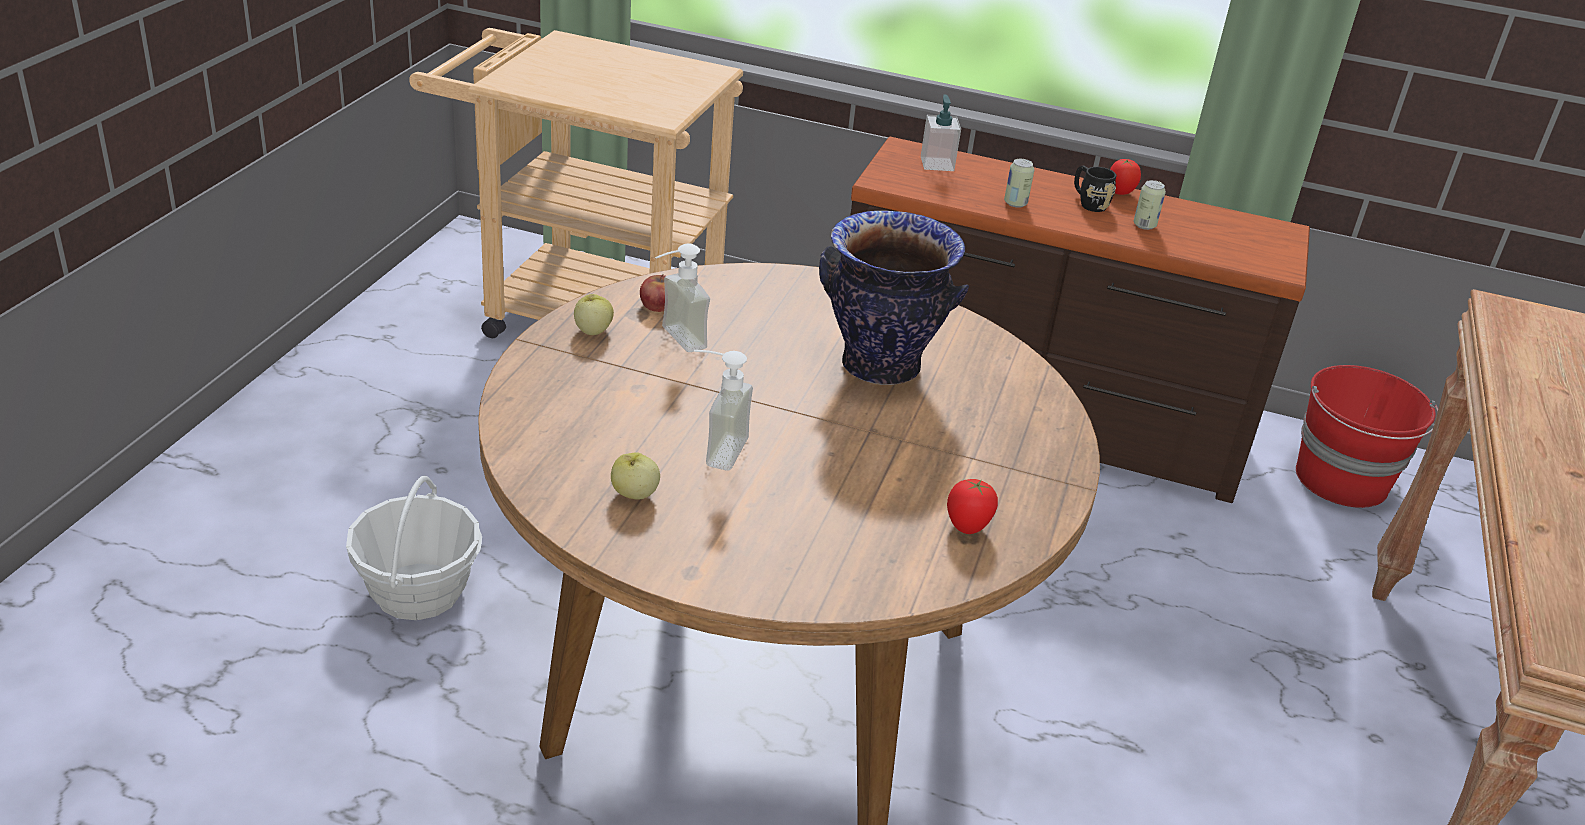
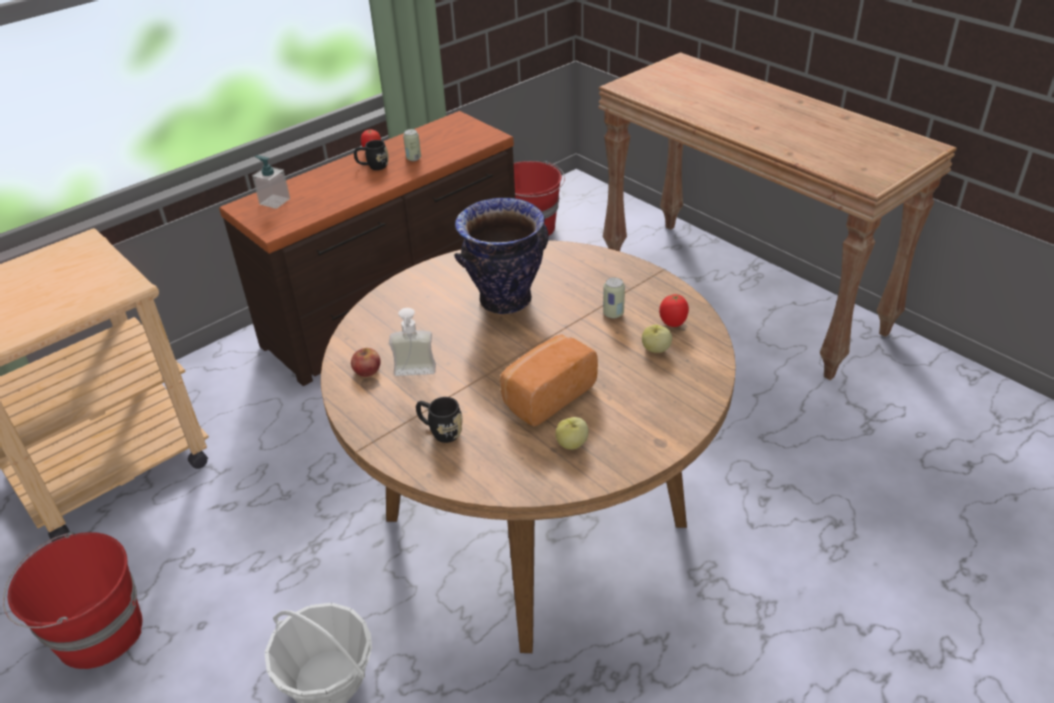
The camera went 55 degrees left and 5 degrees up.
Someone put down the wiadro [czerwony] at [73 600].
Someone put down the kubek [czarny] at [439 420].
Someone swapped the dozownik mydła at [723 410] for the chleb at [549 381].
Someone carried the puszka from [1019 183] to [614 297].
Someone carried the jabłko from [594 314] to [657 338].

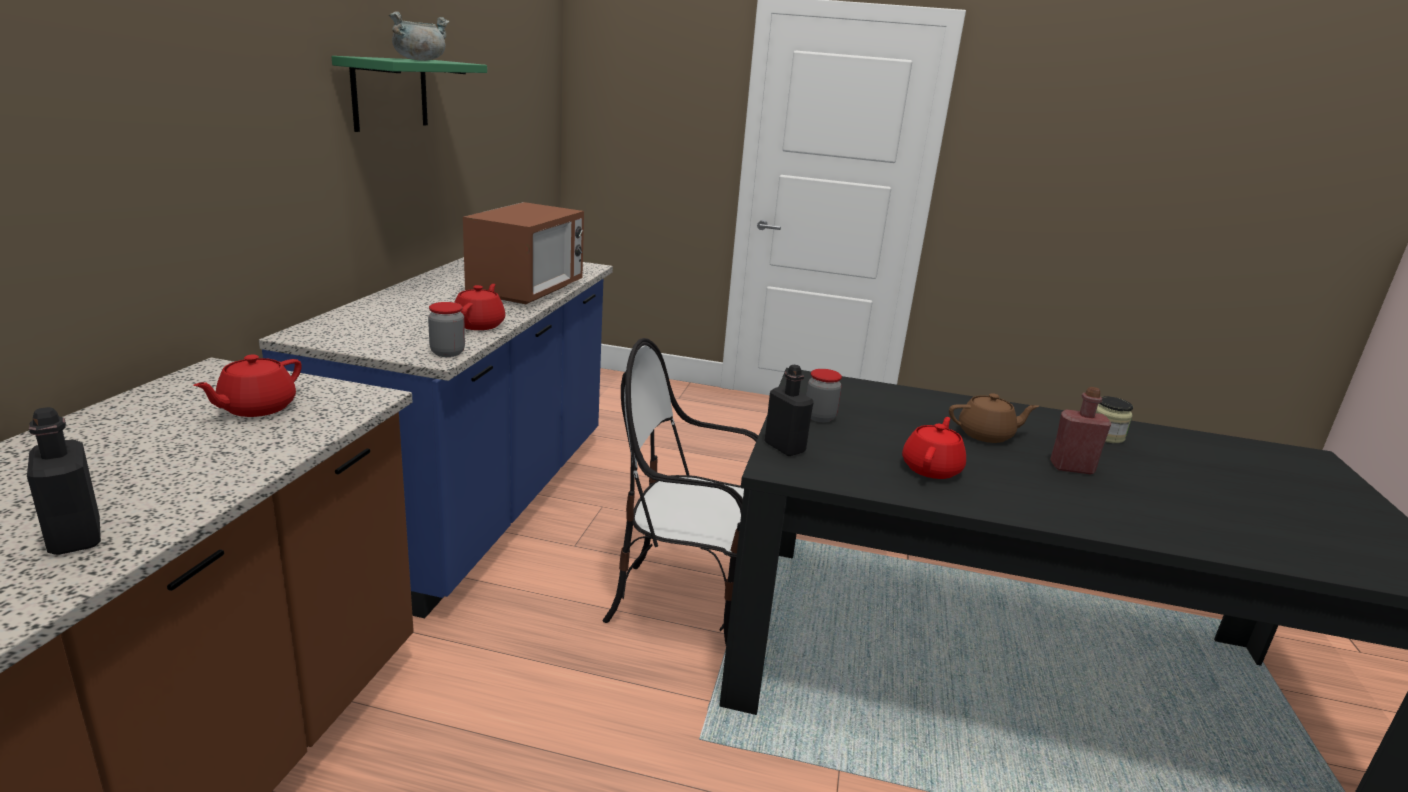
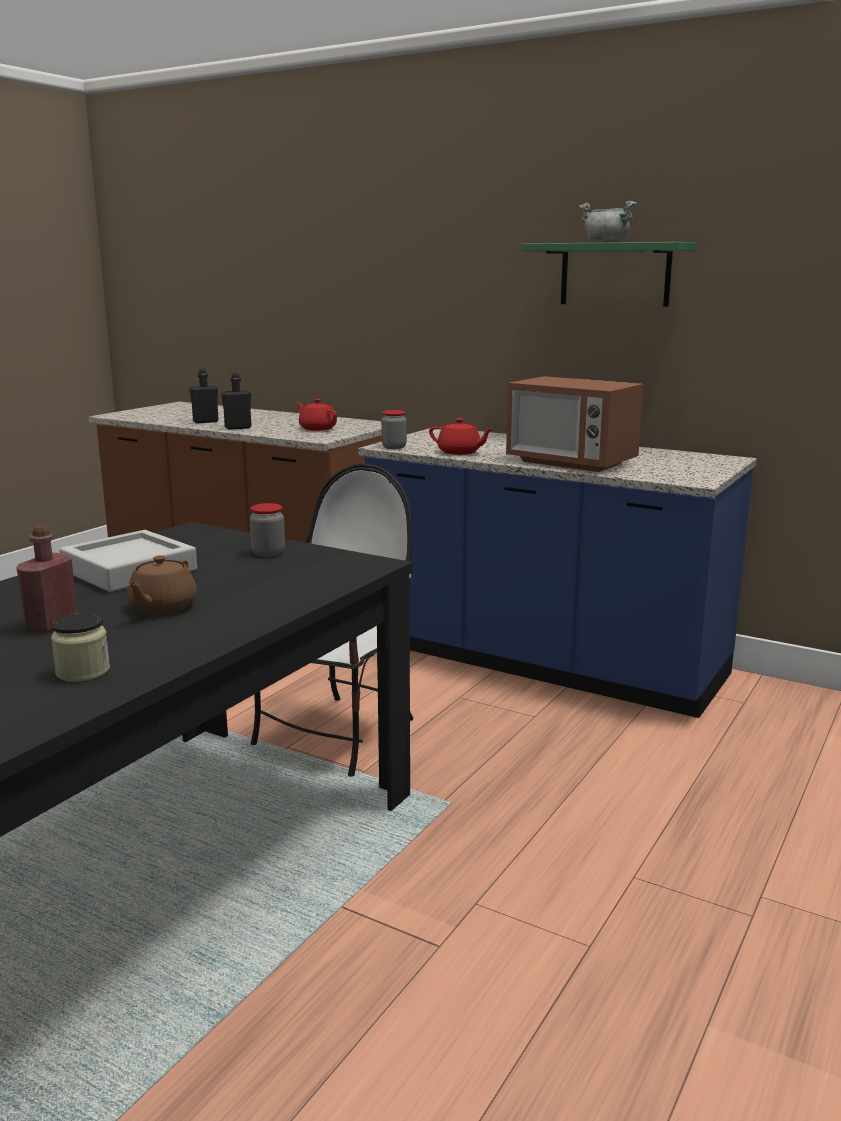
The camera went 110 degrees right and 5 degrees down.
Someone swapped the imbryk [czerwony] at [934 448] for the taca [szary] at [128 561].
Someone carried the butelka [czarny] from [789 410] to [236 401].

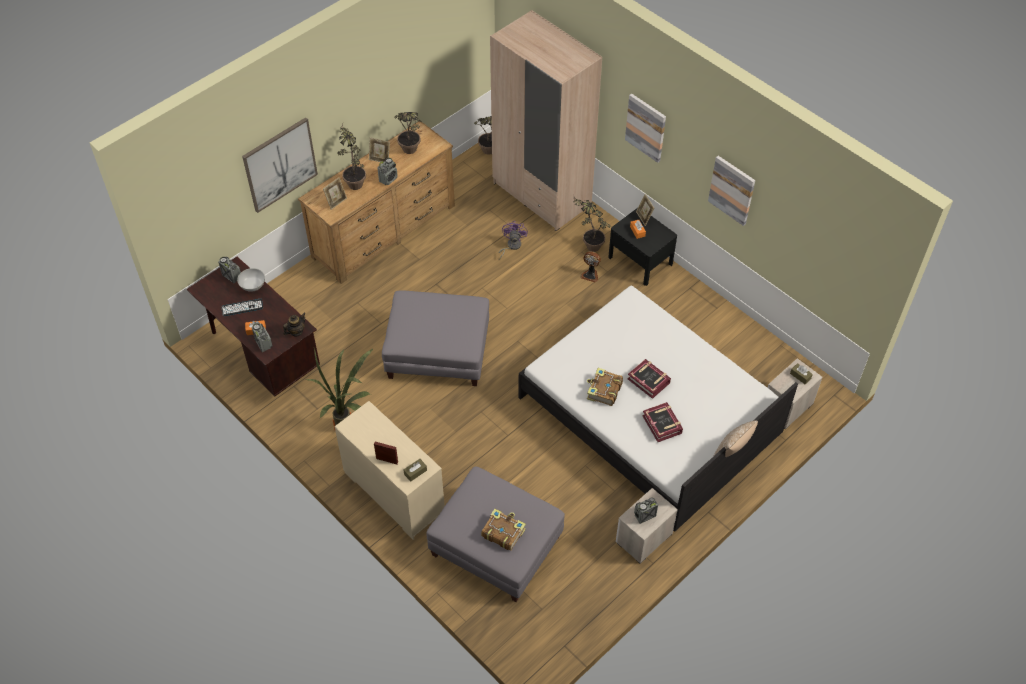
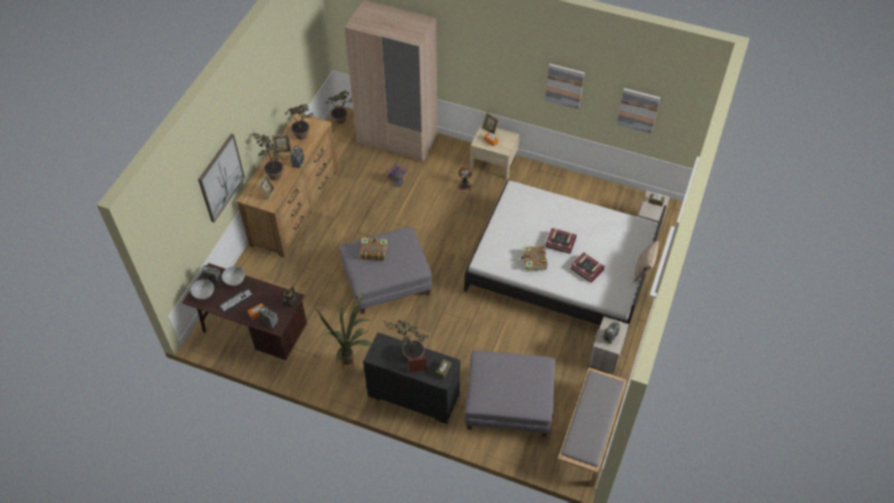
The camera went 25 degrees left and 0 degrees up.
Someone put down the miska [biały] at [202 289].
Someone carried the książka from [503 530] to [374 249].
Someone repainted the komoda [beżowy] at [390 470], which became the komoda [czarny] at [412 378].
Someone carried the roślina doniczkowa from [592 222] to [406 339].
Someone repainted the szafka nocna [czarny] at [642 247], which became the szafka nocna [beżowy] at [495 151].
Someone put down the ławka [szary] at [591 427].
Someone carried the obraz from [645 128] to [638 111].

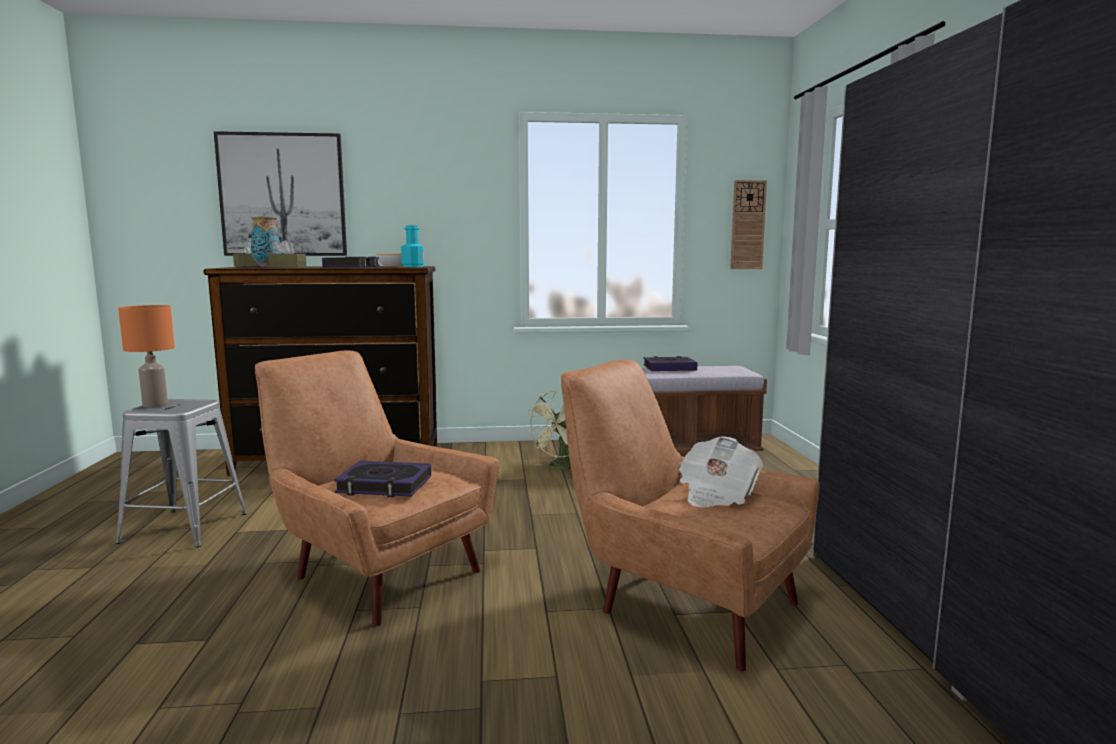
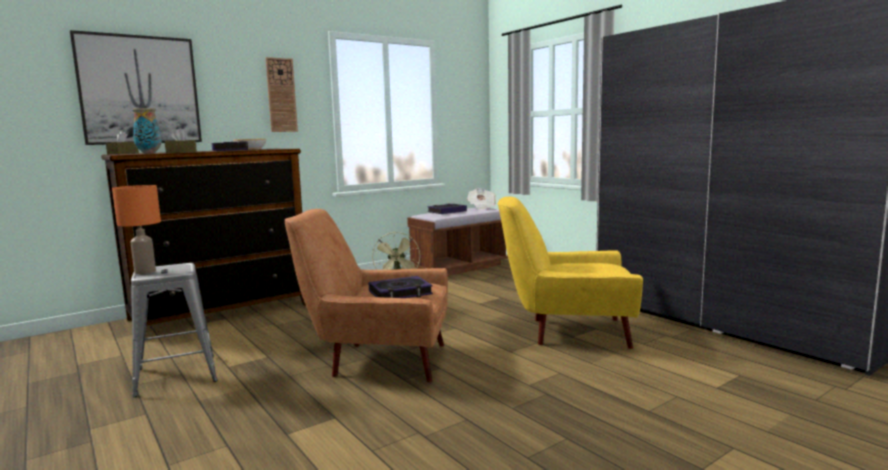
The camera went 30 degrees left and 0 degrees up.
Someone carried the zegar ścienny from [748 224] to [282 94].
Someone carried the gazeta from [721 471] to [481 199].
Someone repainted the fotel [brązowy] at [690 516], which became the fotel [żółty] at [570 273].
Someone took away the butelka [turkusowy] at [412 246].

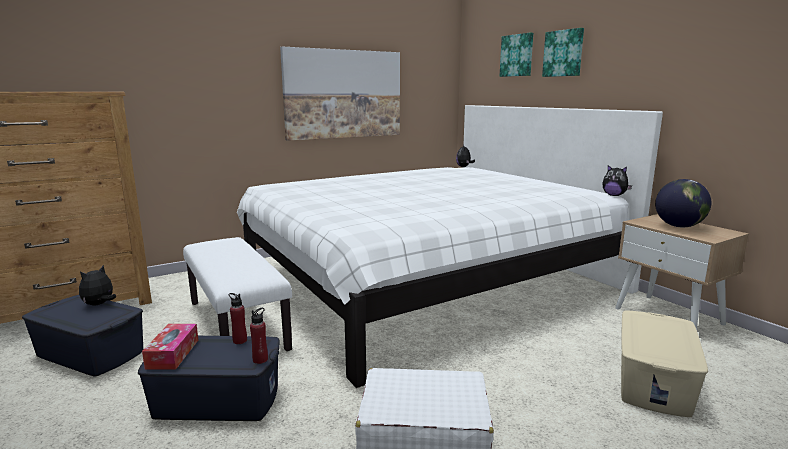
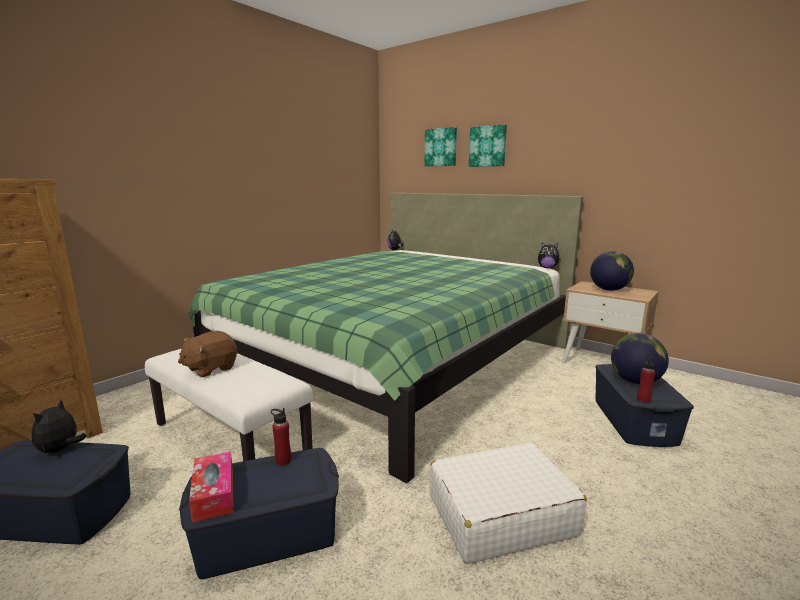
The camera went 20 degrees left and 0 degrees up.
Someone put down the pluszak [brązowy] at [207 354].
Someone repainted the łóżko [biały] at [450 246], which became the łóżko [zielony] at [386 338].
Someone repainted the pojemnik do przechowywania [beżowy] at [664 364], which became the pojemnik do przechowywania [niebieski] at [644 405].
Someone put down the globus at [640 358].
Someone carried the butelka [czerwony] from [259 336] to [646 379].
Someone took away the obraz at [340 94].

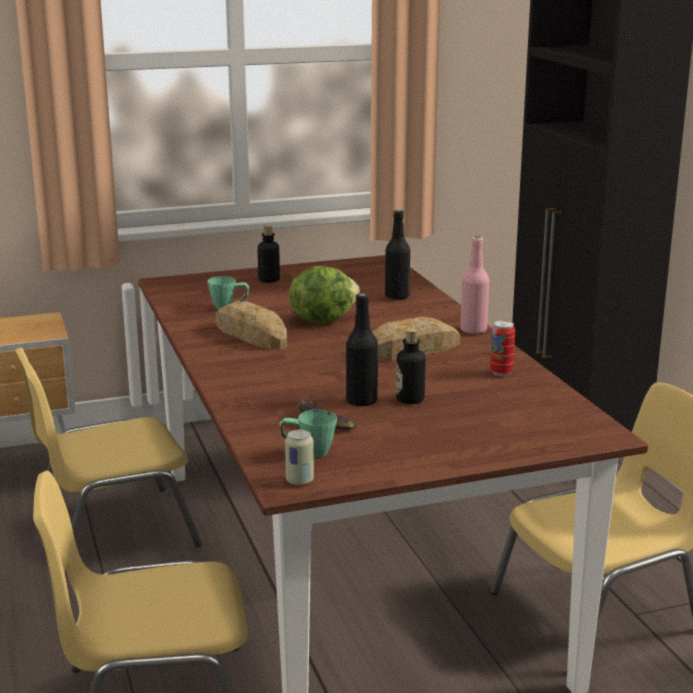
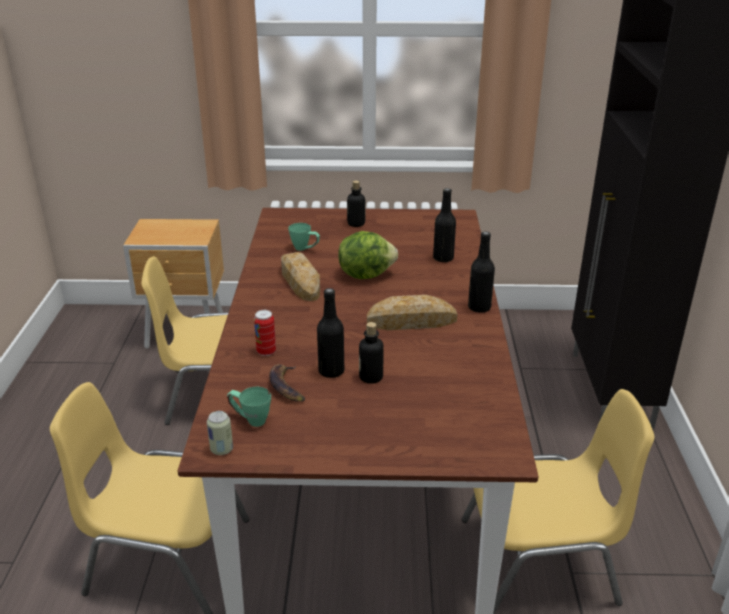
The camera went 20 degrees right and 10 degrees up.
Someone carried the puszka from [502 348] to [265 333].
Someone repainted the butelka [różowy] at [474 285], which became the butelka [czarny] at [481 272].

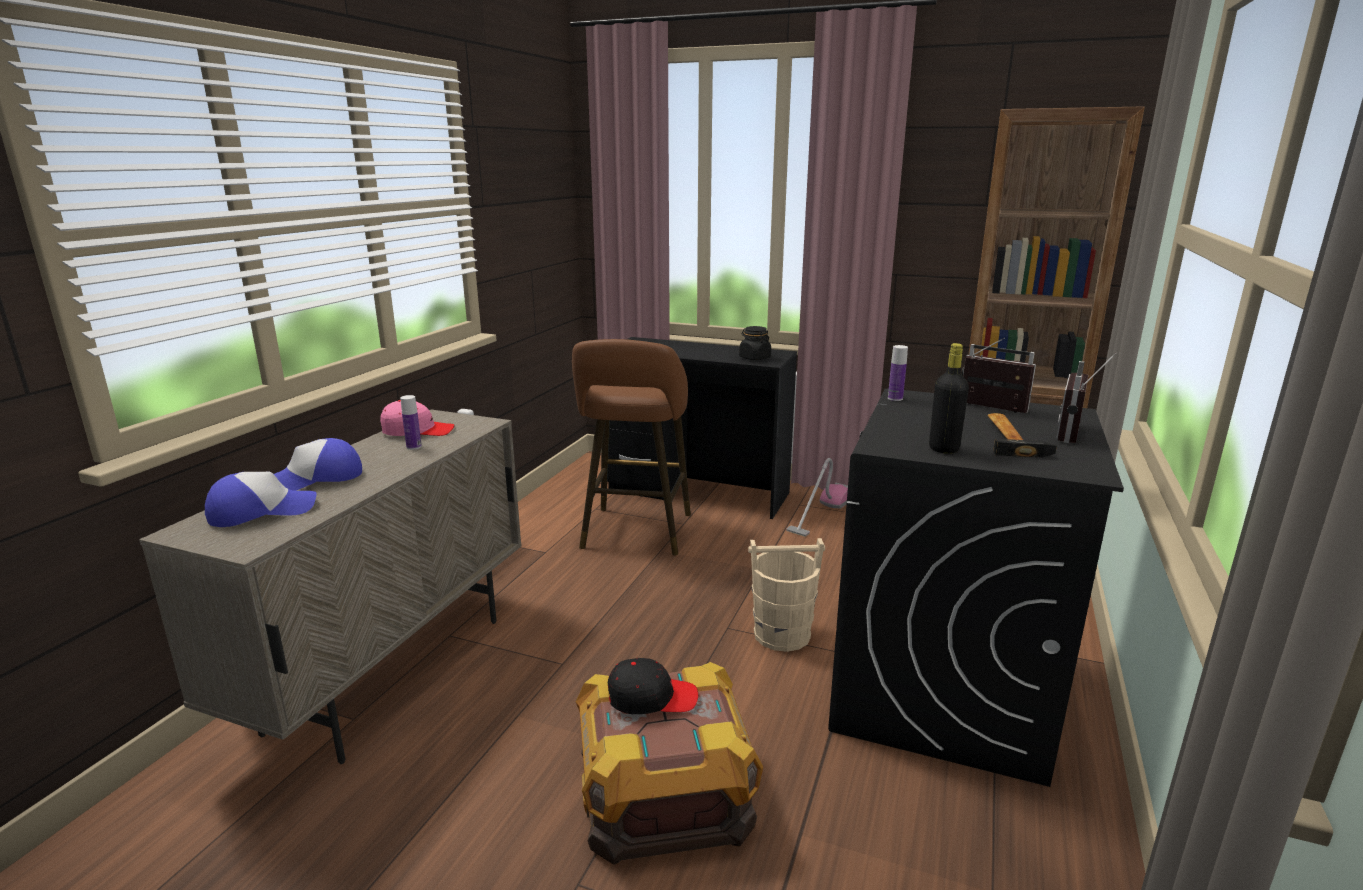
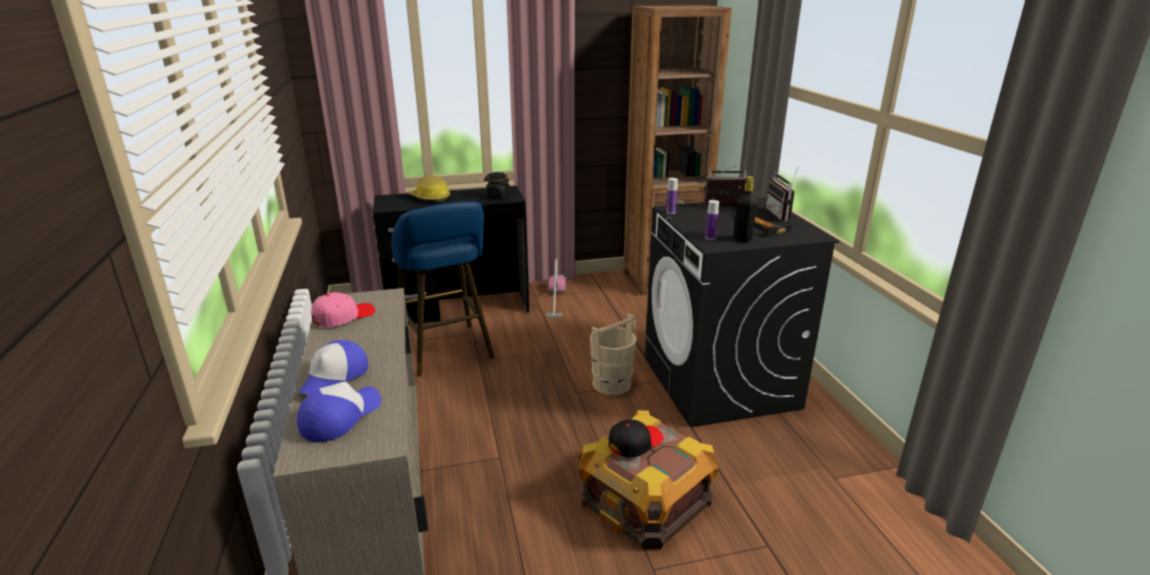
The camera went 35 degrees left and 5 degrees up.
Someone repainted the stołek [brązowy] at [631 447], which became the stołek [niebieski] at [442 289].
Someone put down the kask at [429 188].
Someone carried the butelka from [411 422] to [712 220].

